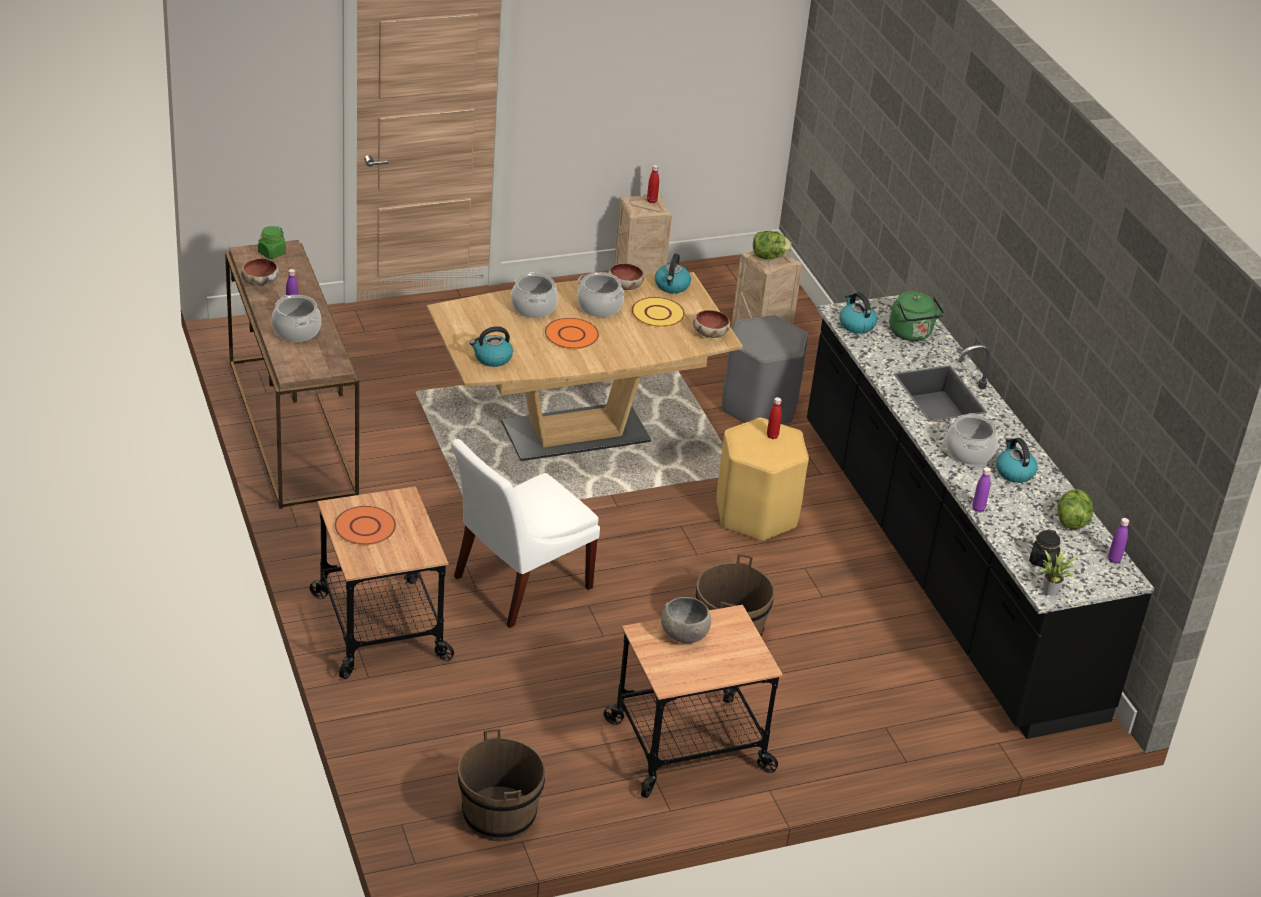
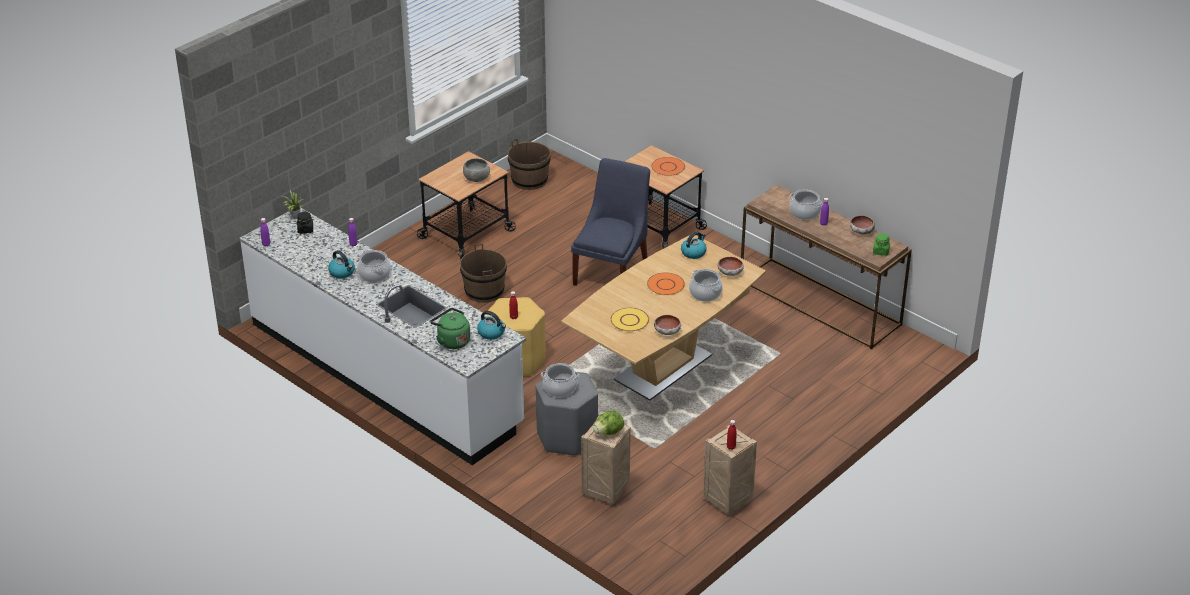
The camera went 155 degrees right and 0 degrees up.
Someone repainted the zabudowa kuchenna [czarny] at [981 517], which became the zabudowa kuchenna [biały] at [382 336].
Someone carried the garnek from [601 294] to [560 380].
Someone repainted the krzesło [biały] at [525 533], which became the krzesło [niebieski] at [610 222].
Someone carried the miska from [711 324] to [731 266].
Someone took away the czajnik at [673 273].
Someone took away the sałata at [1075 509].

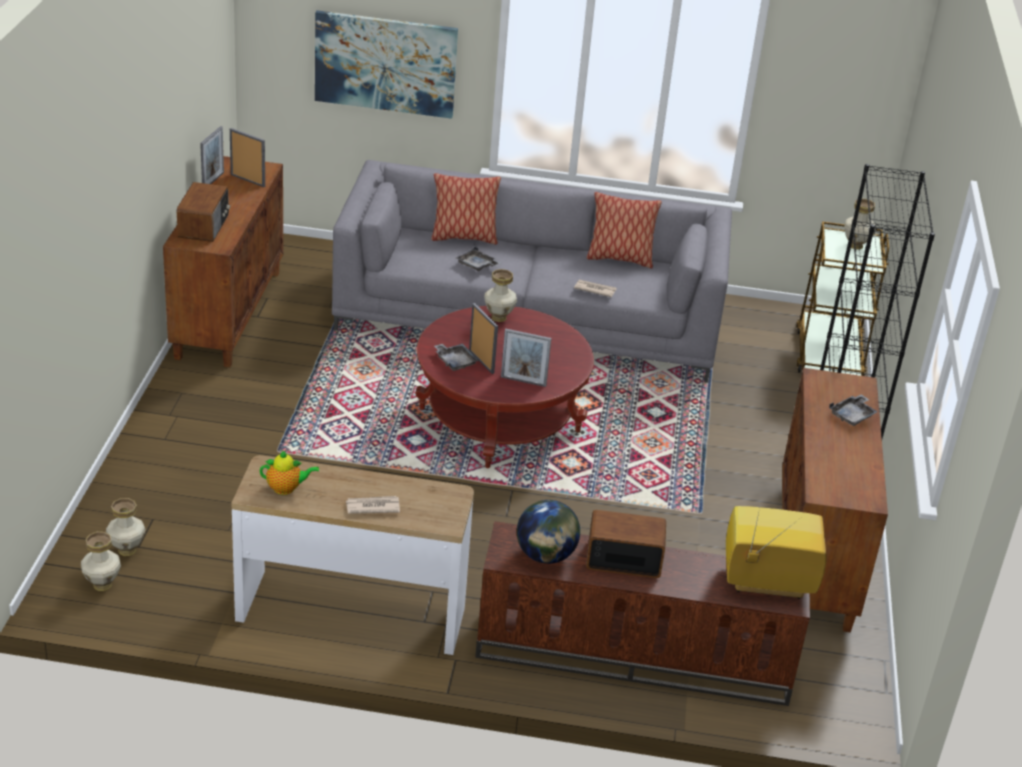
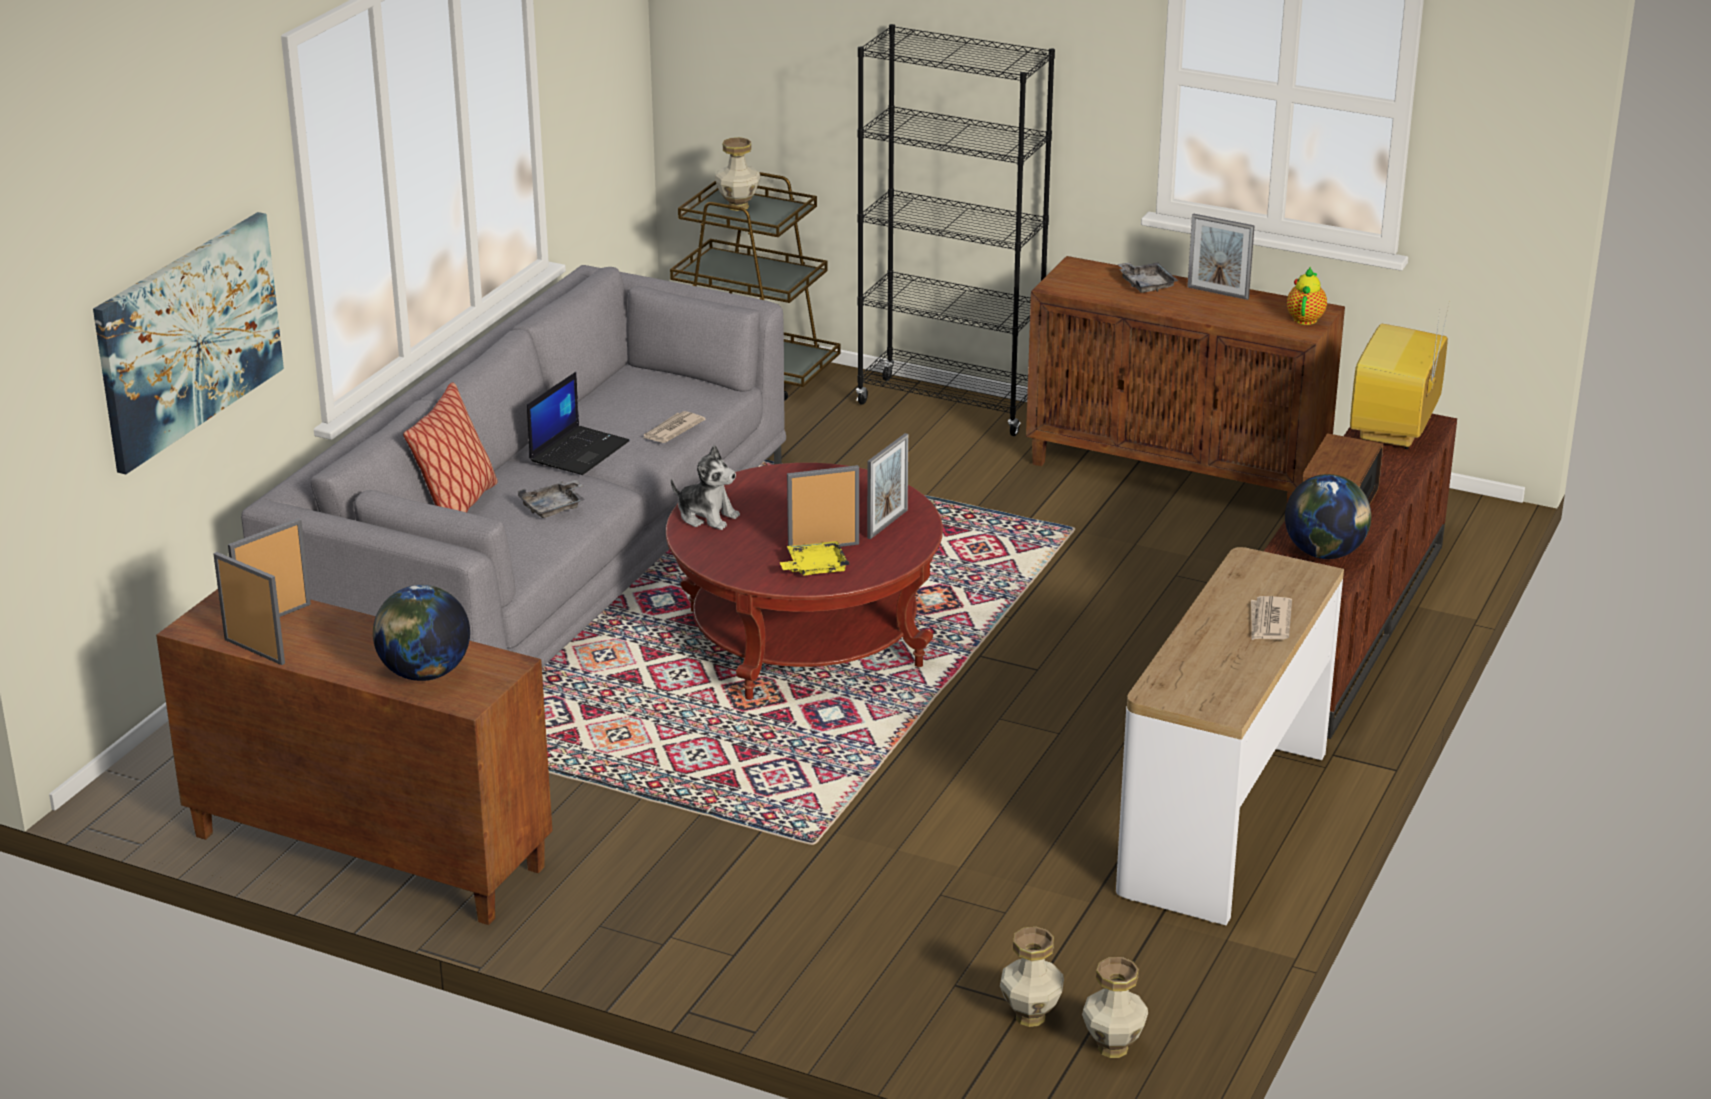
The camera went 70 degrees left and 5 degrees down.
Someone swapped the radio at [203 212] for the globus at [421 633].
Someone put down the laptop at [578 423].
Someone swapped the wazon at [500 295] for the pluszak at [705 487].
Someone repainted the taca [szary] at [456 357], which became the taca [żółty] at [814 558].
Someone put down the ramka na zdjęcie at [1221 256].
Someone carried the imbryk from [289 473] to [1307 295].
Someone took away the poduszka at [624 230].

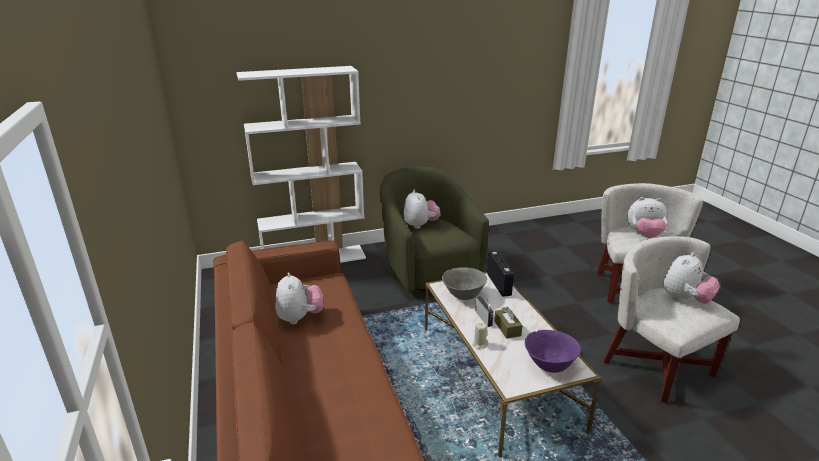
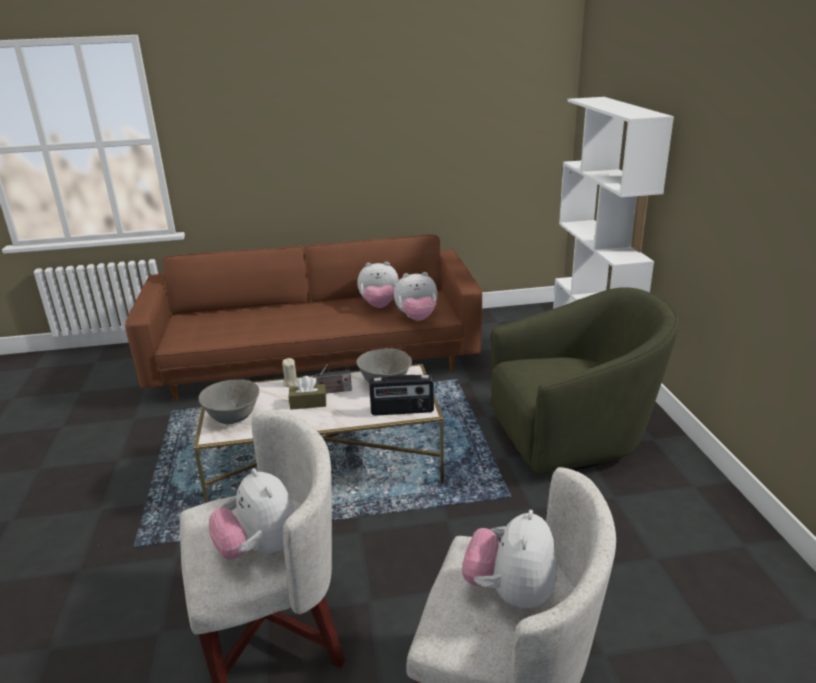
The camera went 100 degrees right and 0 degrees up.
Someone repainted the miska [fioletowy] at [553 351], which became the miska [szary] at [229 402].
Someone carried the pluszak from [422 209] to [415 296].

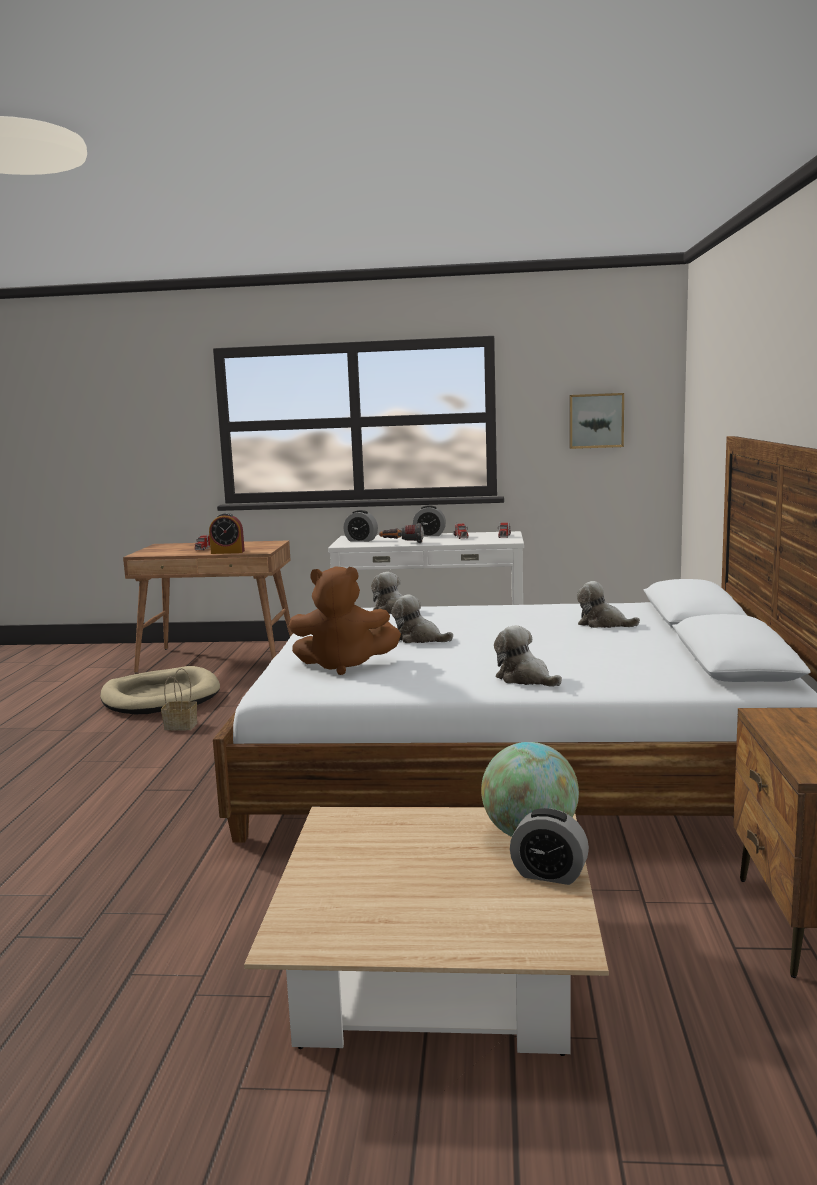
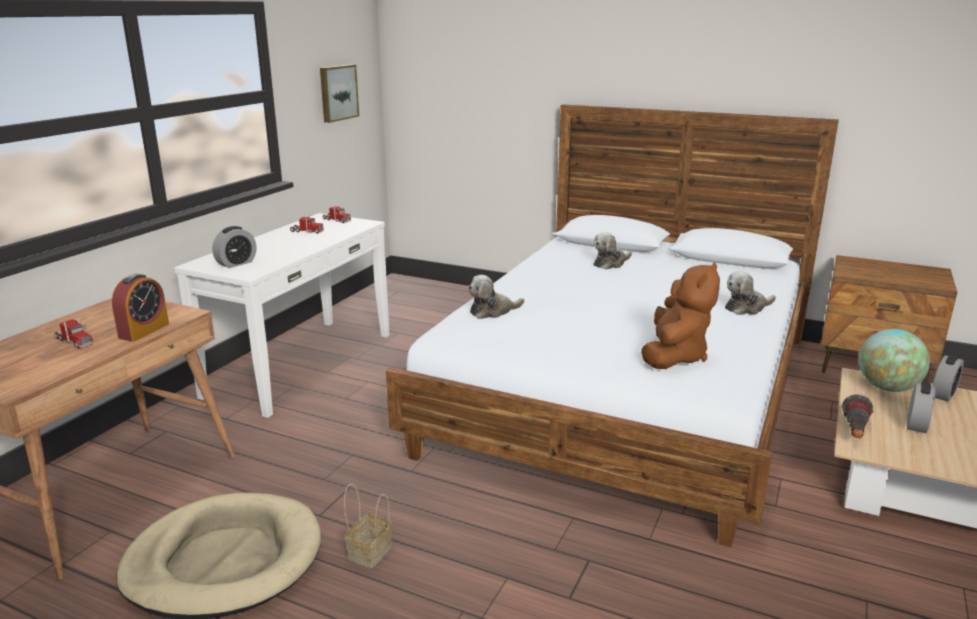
The camera went 70 degrees left and 10 degrees up.
Someone carried the latarka from [401 533] to [858 416].
Someone carried the budzik from [429 520] to [921 407].
Someone took away the pluszak at [422 619].

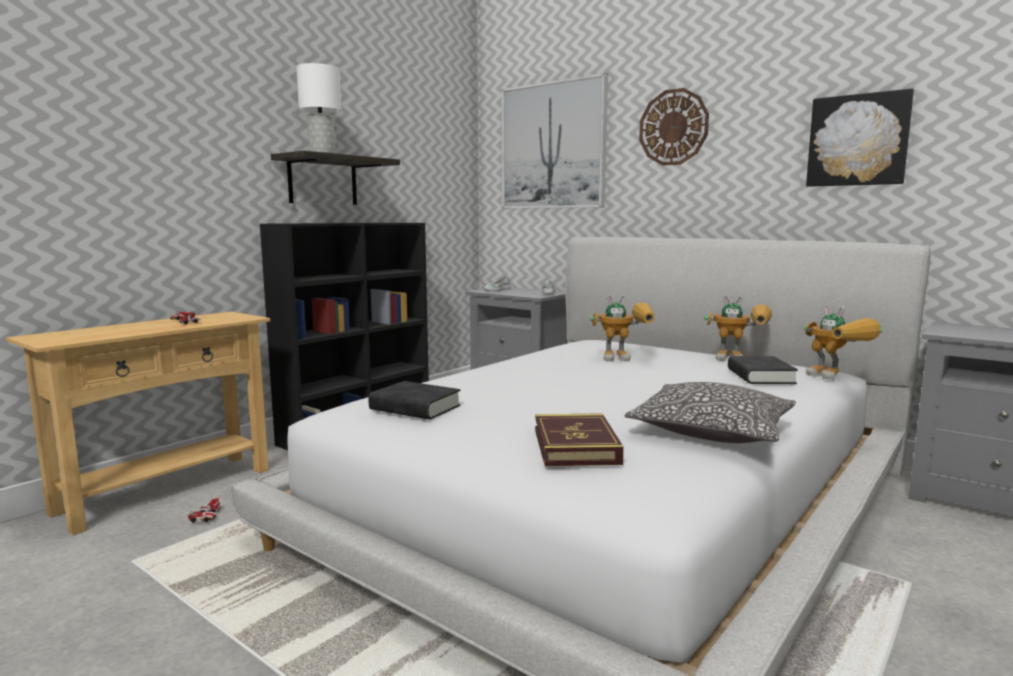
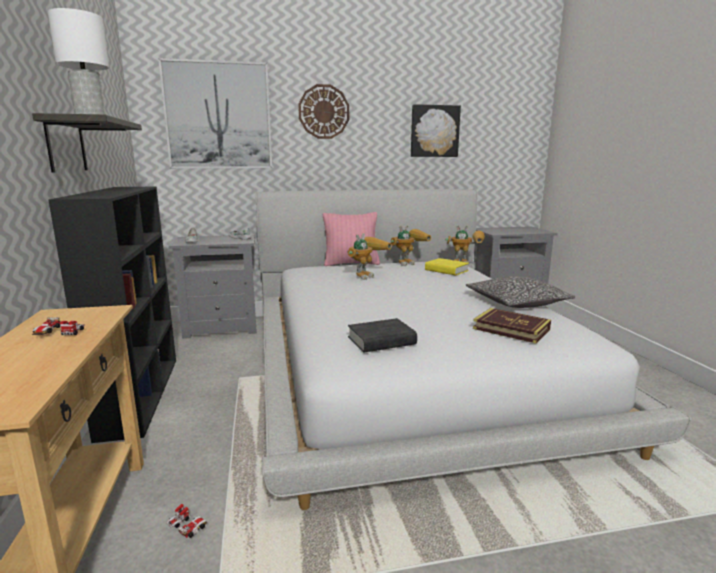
The camera went 50 degrees left and 5 degrees up.
Someone put down the poduszka [różowy] at [351 239].
Someone repainted the książka [czarny] at [763 370], which became the książka [żółty] at [447 267].

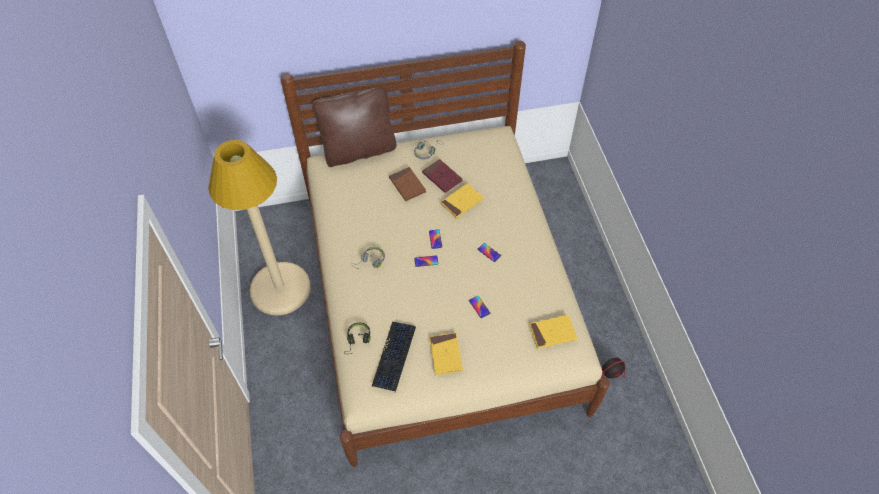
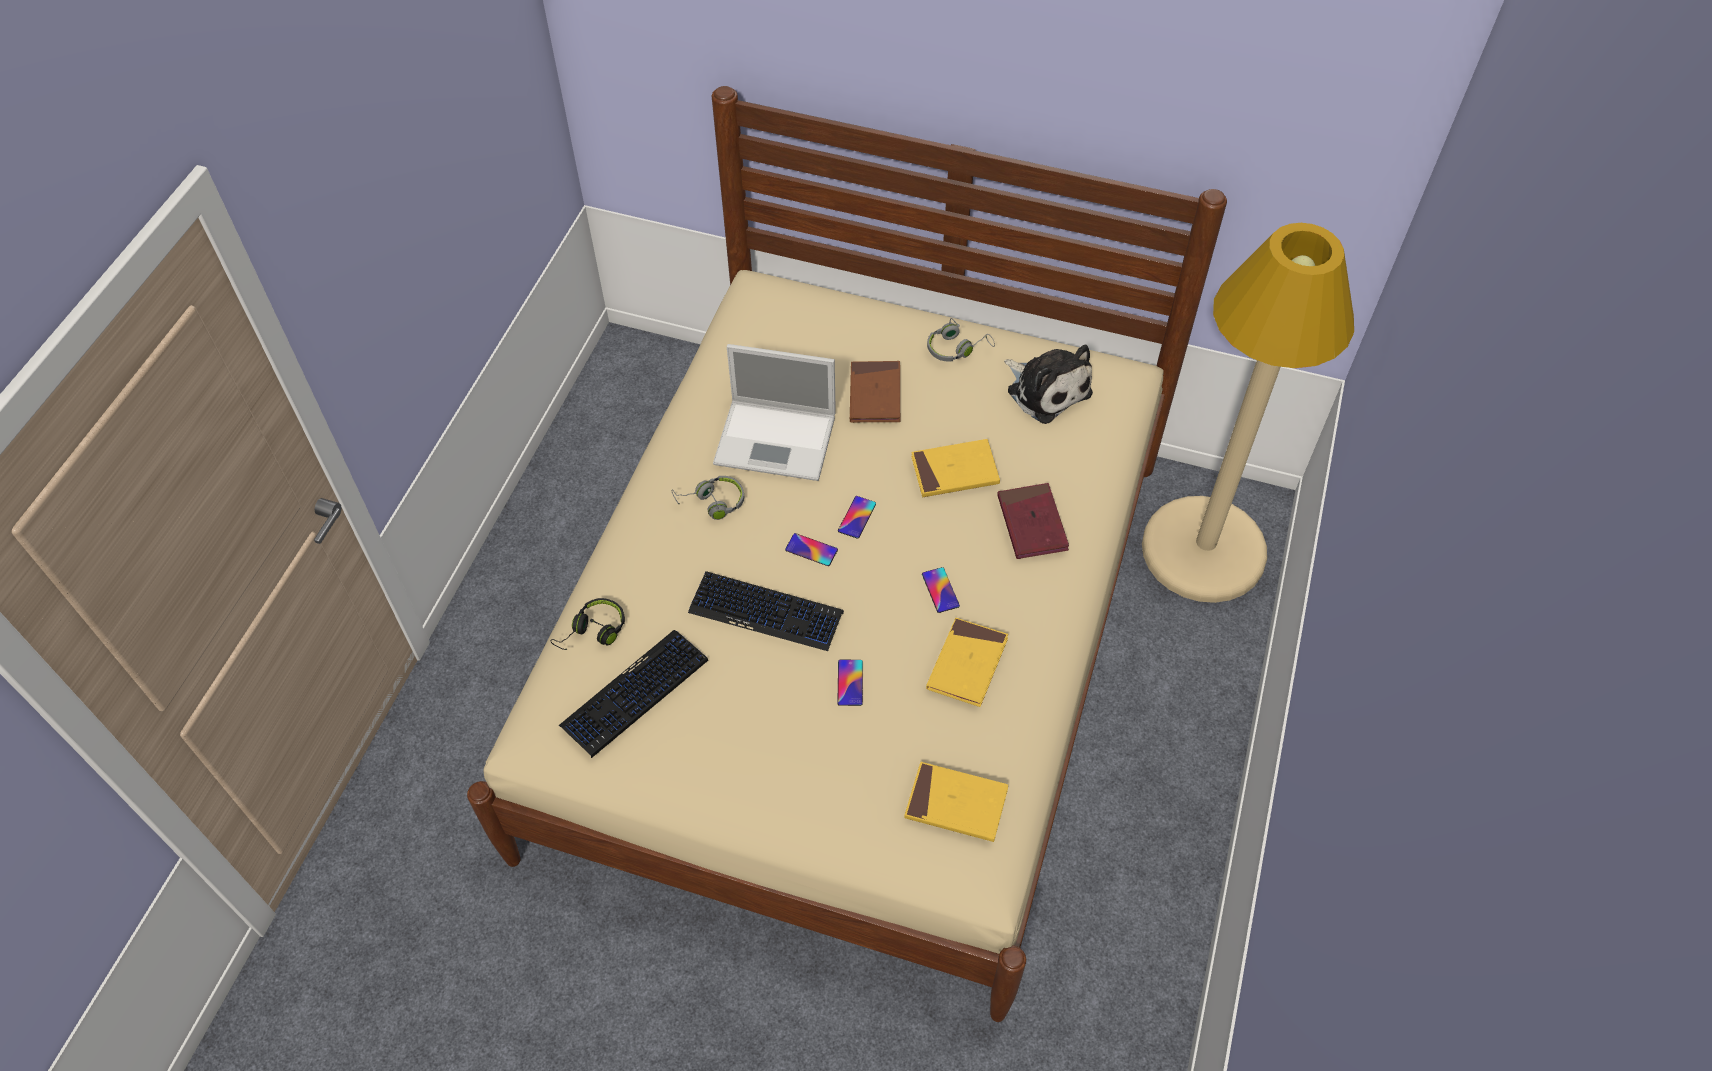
The camera went 30 degrees right and 0 degrees up.
Someone put down the klawiatura at [766 611].
Someone put down the laptop at [774 412].
Someone carried the książka [żółty] from [446 354] to [967 662].
Someone carried the książka [czerwony] from [442 176] to [1033 521].
Someone put down the pluszak at [1048 384].
Someone carried the lampa stojąca [beżowy] from [259 227] to [1248 413].
Someone took away the poduszka [brązowy] at [354 127].
Someone took away the wentylator at [614 353].

